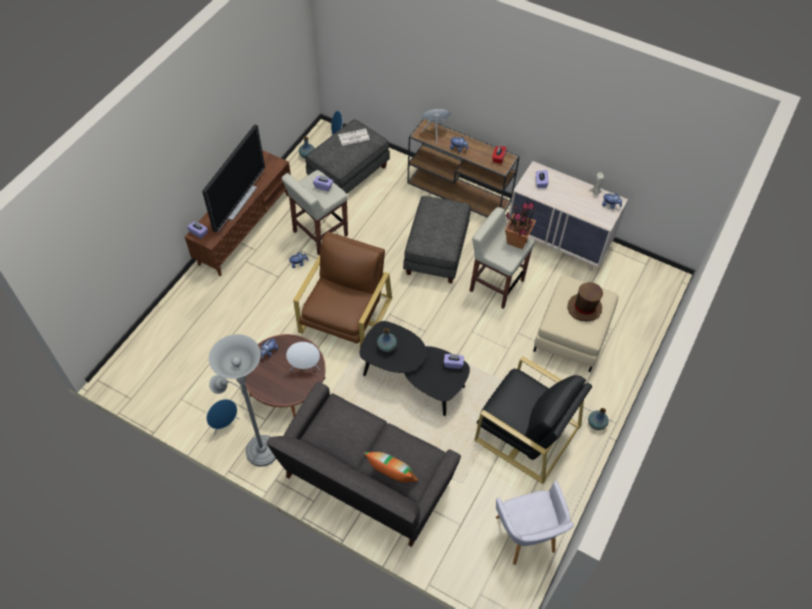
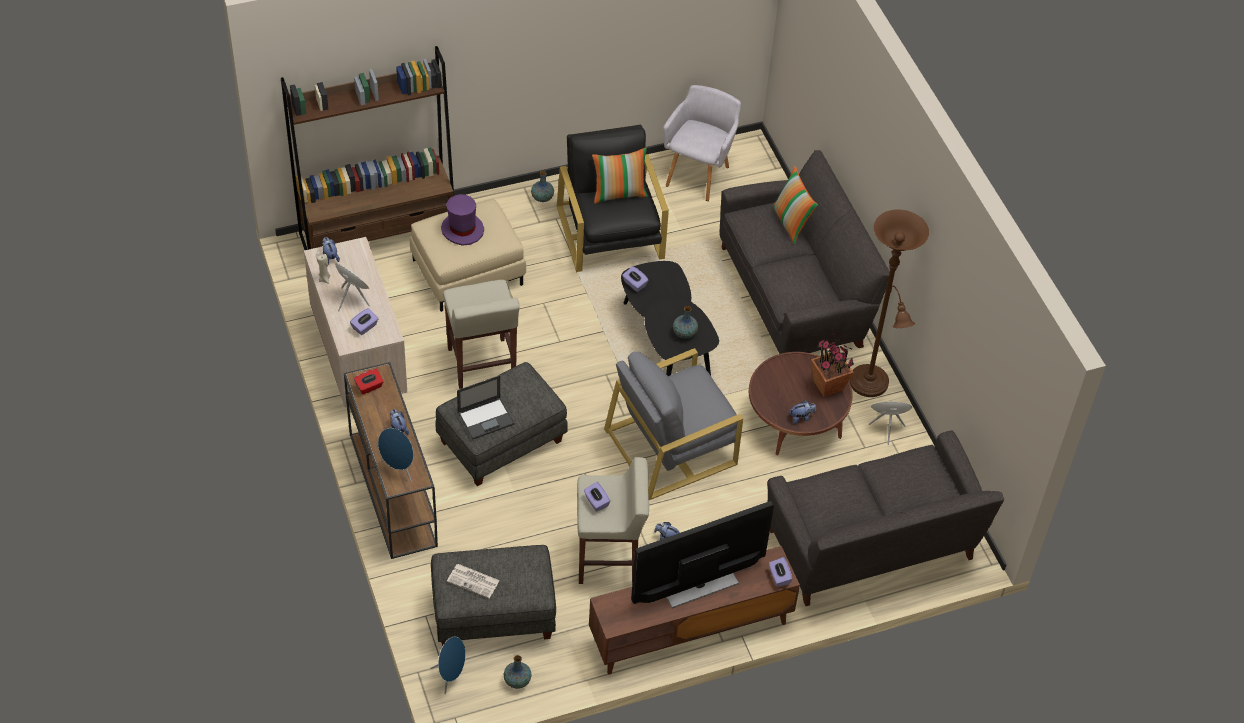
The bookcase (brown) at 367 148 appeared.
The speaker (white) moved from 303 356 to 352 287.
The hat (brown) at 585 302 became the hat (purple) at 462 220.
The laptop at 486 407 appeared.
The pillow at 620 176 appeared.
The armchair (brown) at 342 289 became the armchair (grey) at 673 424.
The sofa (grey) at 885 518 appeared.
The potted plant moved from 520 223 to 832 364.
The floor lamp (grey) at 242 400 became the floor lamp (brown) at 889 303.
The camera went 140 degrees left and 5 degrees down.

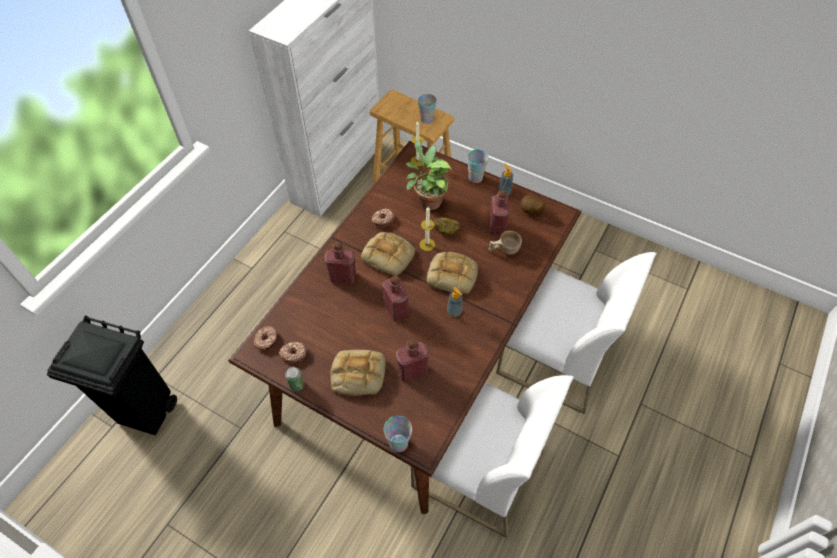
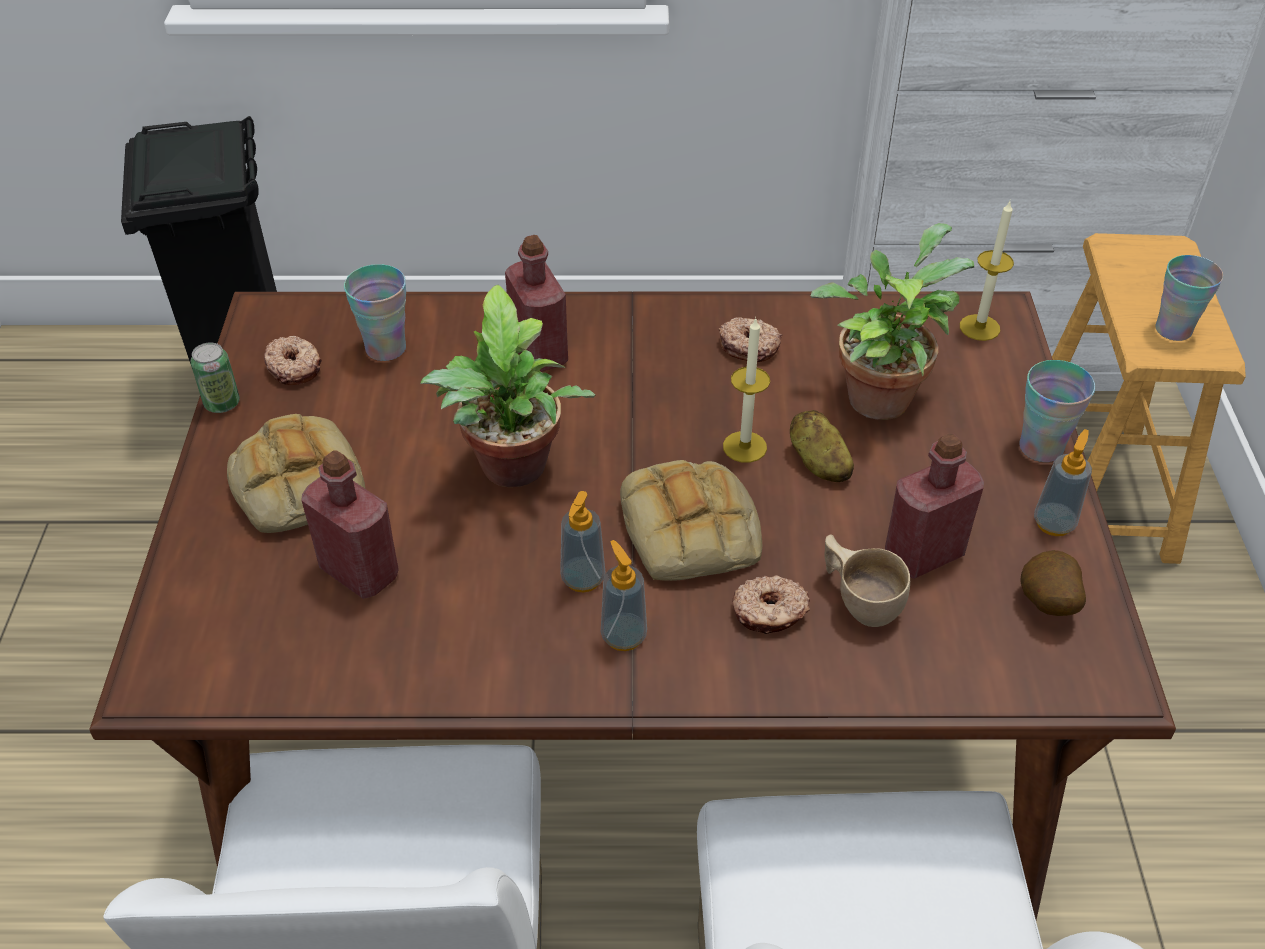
The cup moved from 398 434 to 375 312.
The bottle (red) at 395 298 was replaced by the potted plant at 508 386.
The soap dispenser at 624 595 appeared.
The donut moved from 265 338 to 771 604.
The bread at 388 254 disappeared.
The camera went 60 degrees right and 10 degrees down.

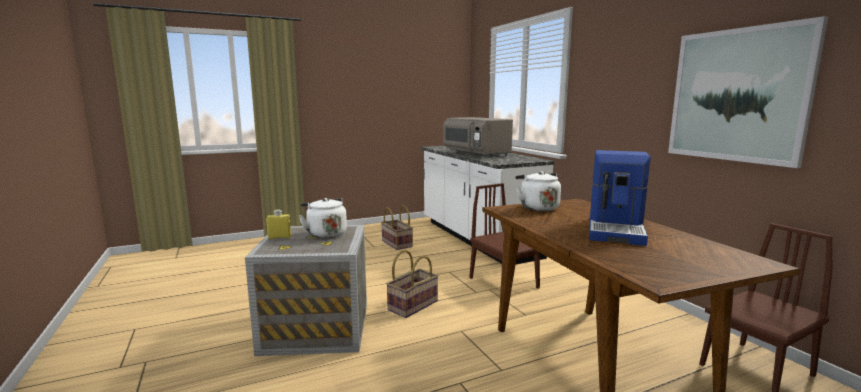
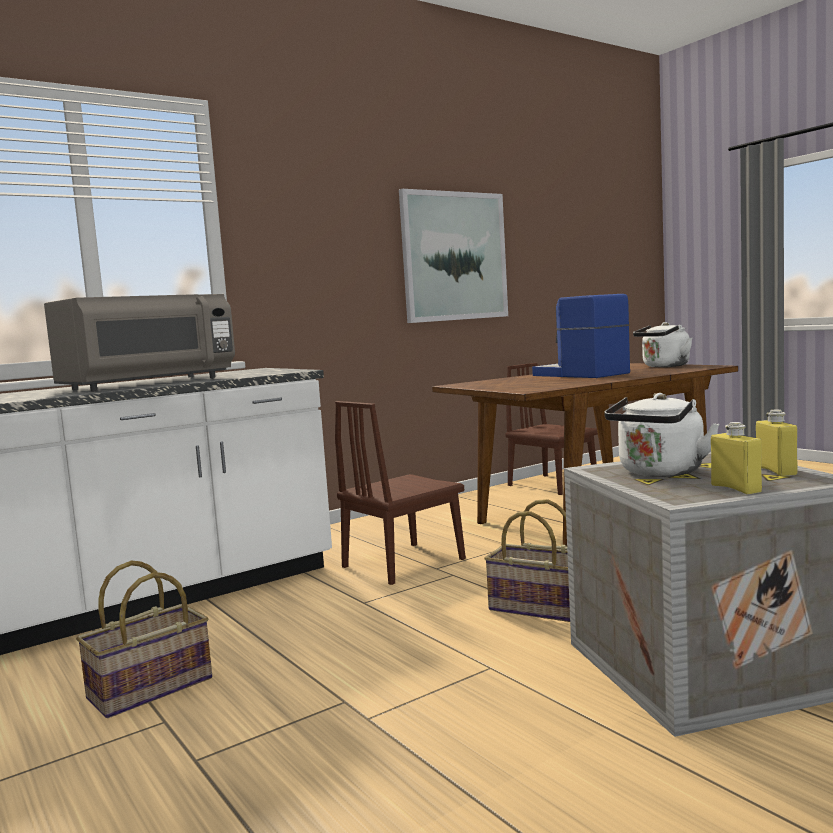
The coffee machine at 620 198 turned 135 degrees counterclockwise.
The kettle (white) moved from 538 191 to 662 344.
The bottle (yellow) at 777 443 appeared.
The camera went 100 degrees left and 5 degrees down.

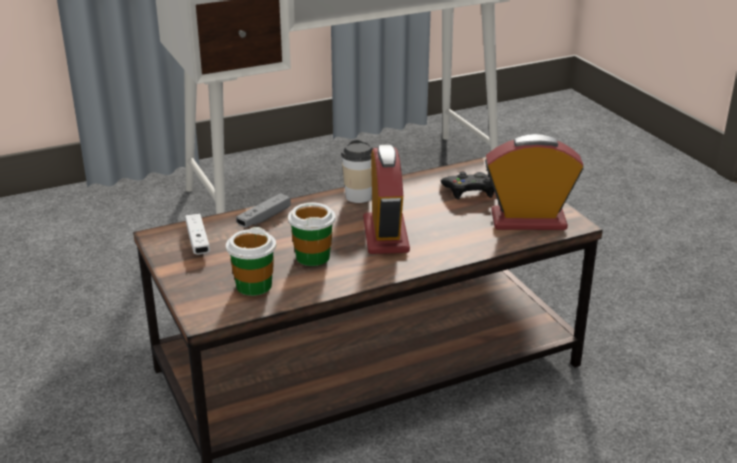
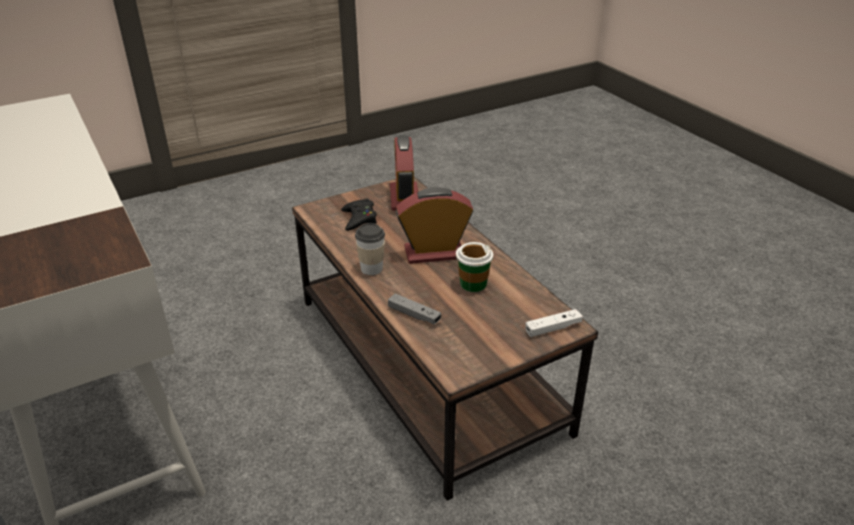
The game controller (white) moved from 197 234 to 554 323.
The cup at 251 261 disappeared.
The camera went 95 degrees left and 5 degrees up.

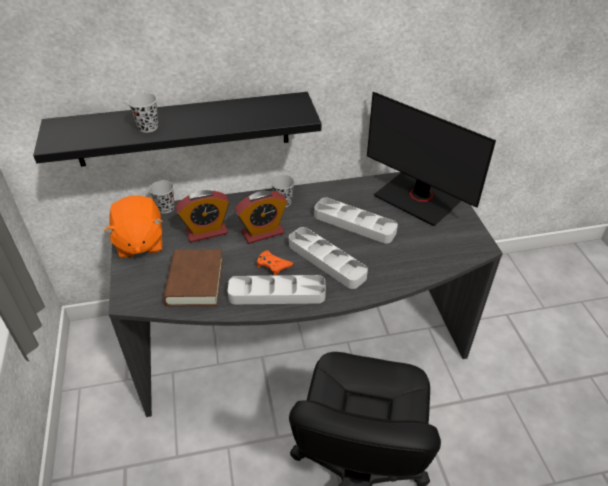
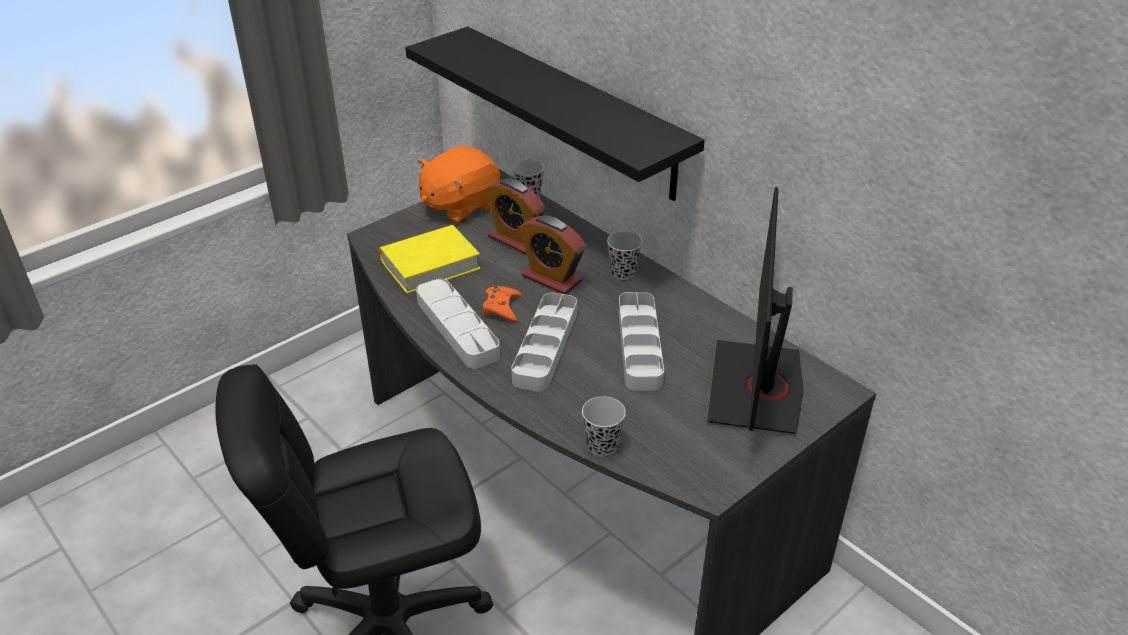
The book (brown) at 193 278 became the book (yellow) at 430 259.
The cup (black) moved from 143 113 to 604 426.
The camera went 60 degrees right and 5 degrees down.

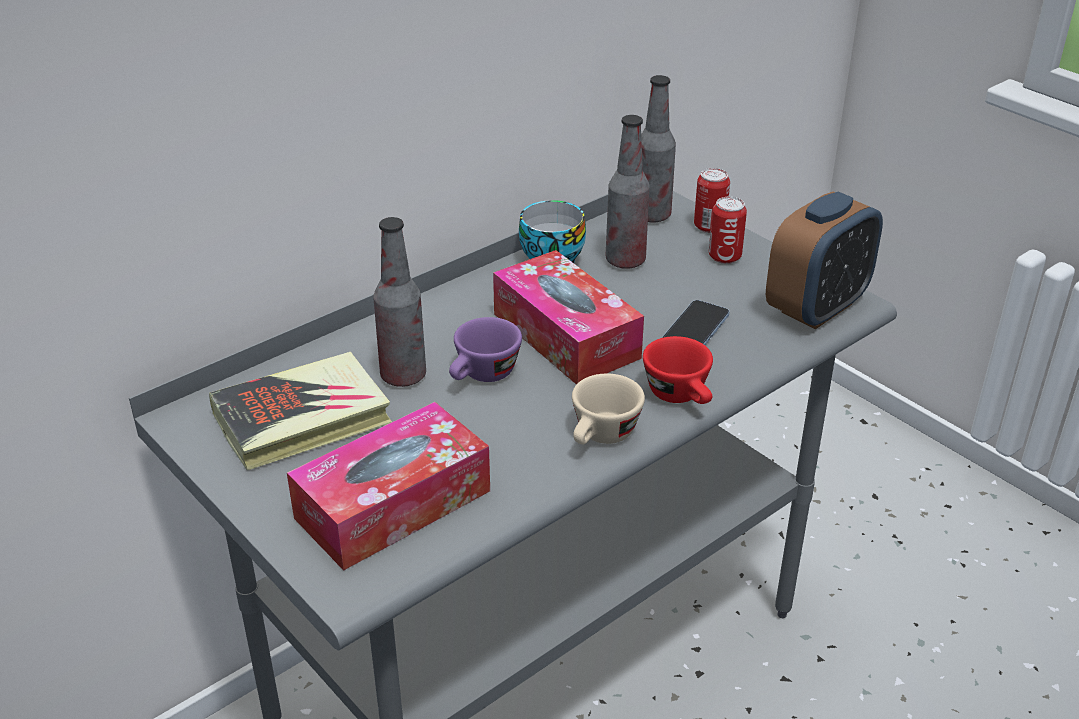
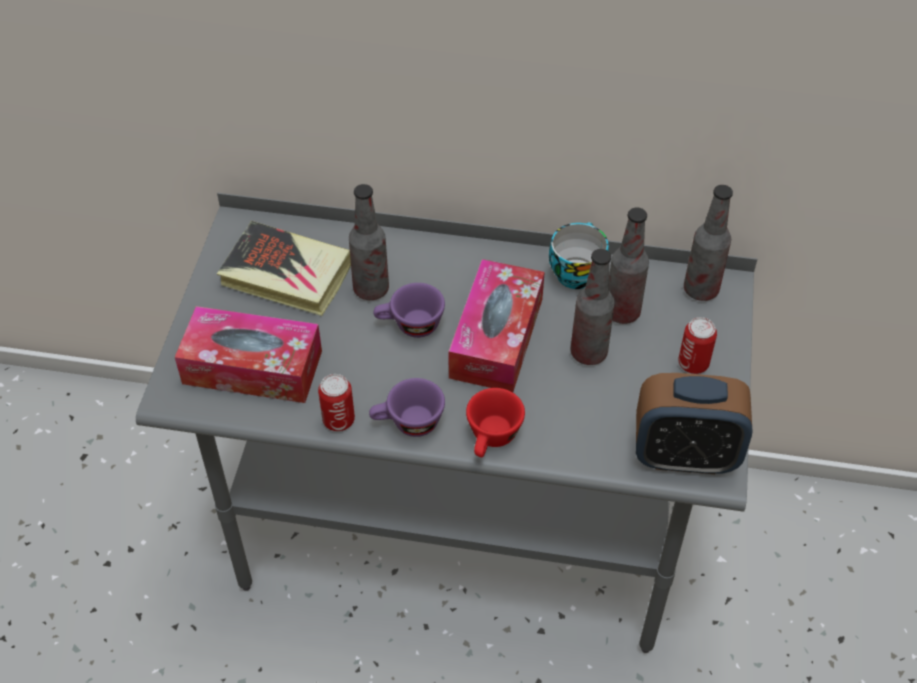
The can moved from 712 200 to 336 402.
The cup (beige) at 608 409 became the cup (purple) at 407 407.
The bottle at 593 307 appeared.
The phone at 695 322 disappeared.
The camera went 50 degrees right and 15 degrees up.

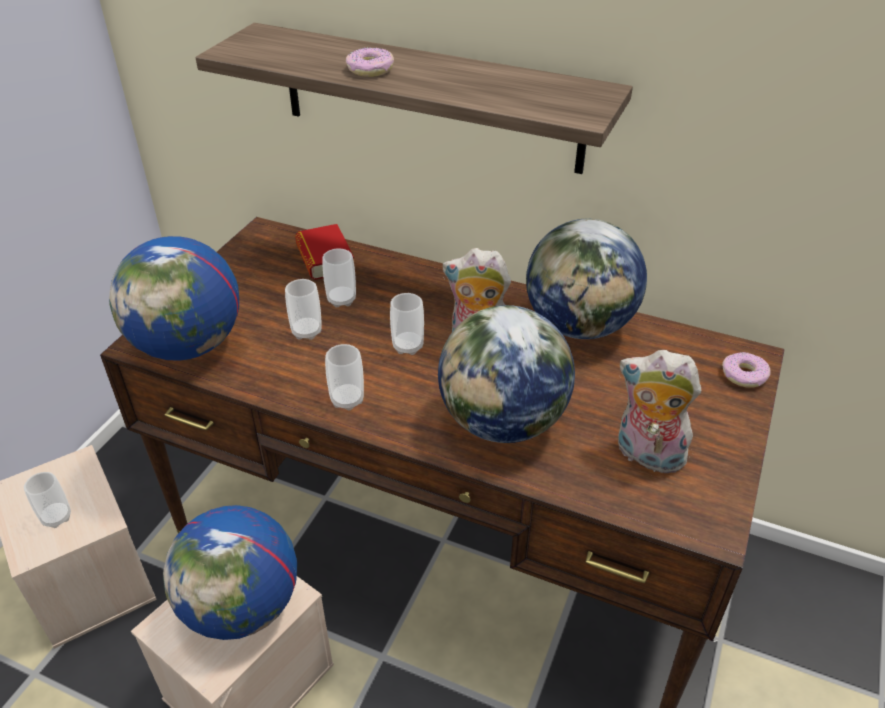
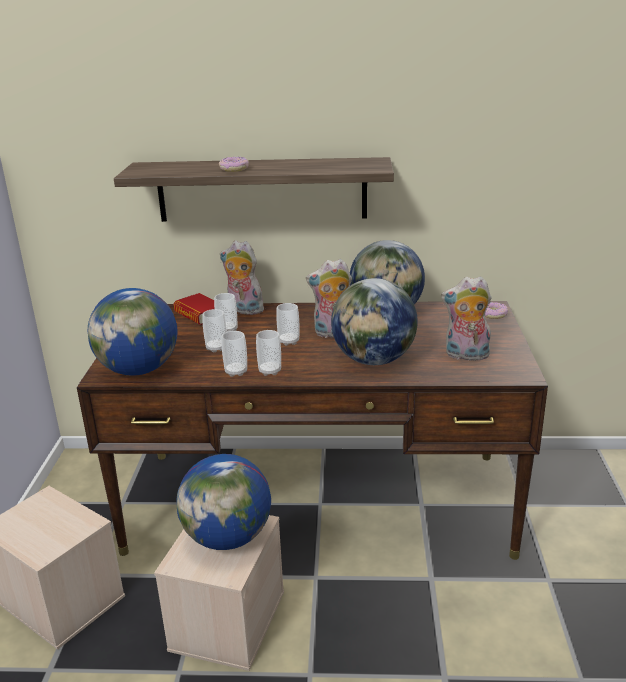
The plush toy at 243 277 appeared.
The cup moved from 47 500 to 234 354.
The camera went 20 degrees left and 15 degrees down.

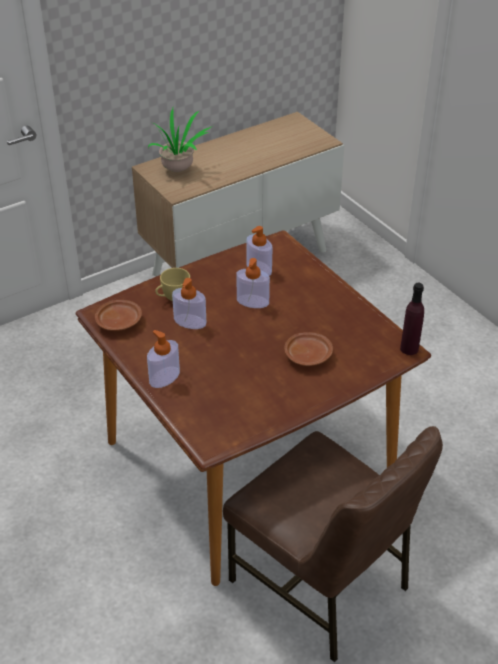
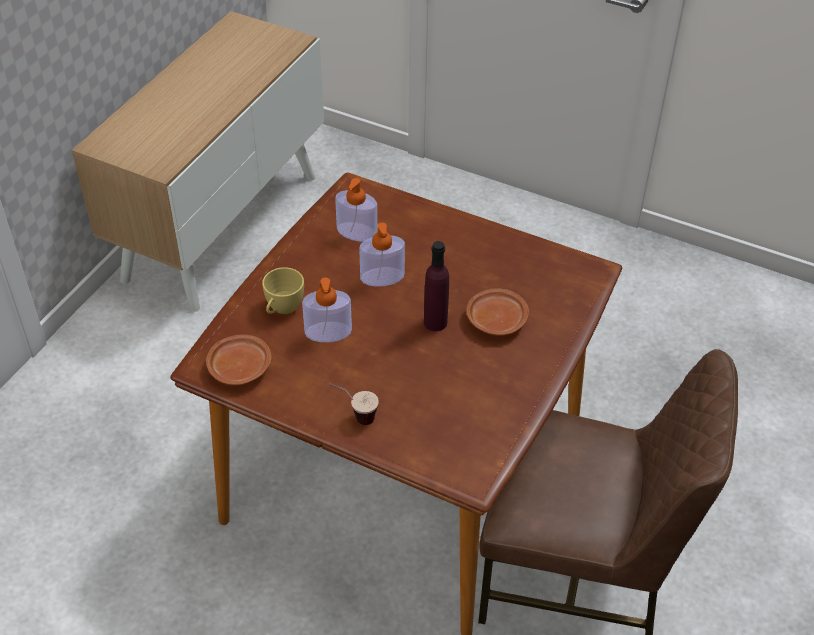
The soap dispenser at 163 359 was replaced by the cup at 353 404.
The bottle (purple) moved from 412 319 to 436 286.
The potted plant at 180 140 disappeared.
The camera went 30 degrees left and 5 degrees up.

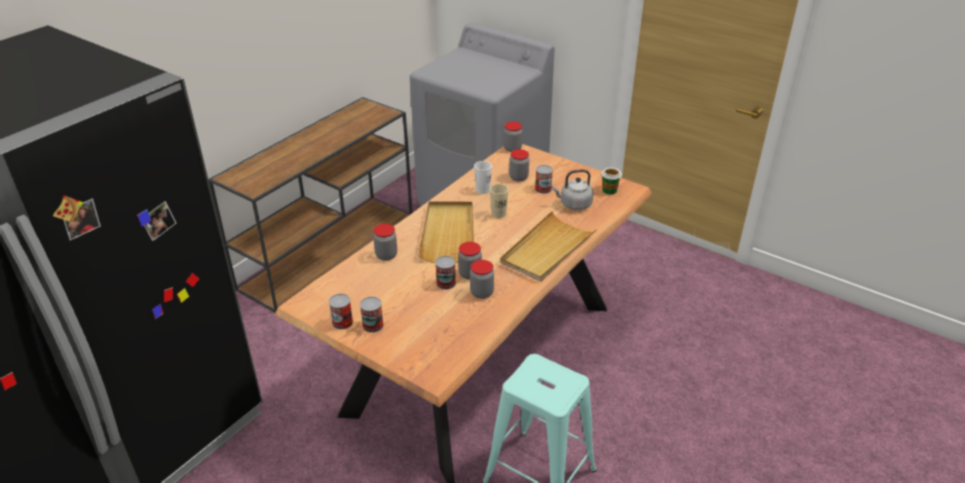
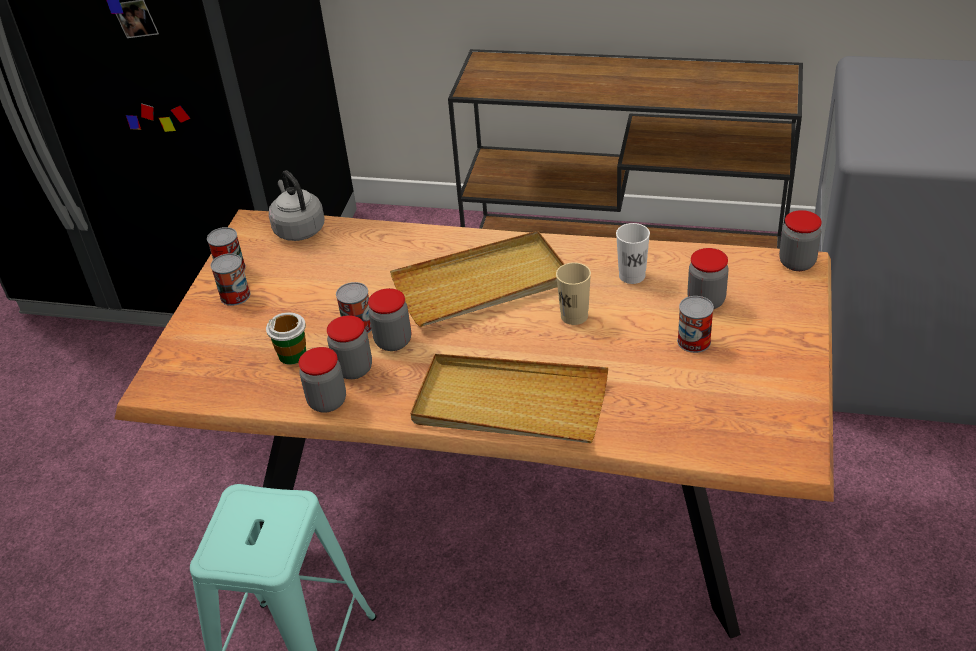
The cup moved from 611 181 to 286 338.
The kettle (grey) moved from 573 189 to 296 205.
The jar moved from 385 242 to 322 379.
The camera went 70 degrees right and 5 degrees up.

